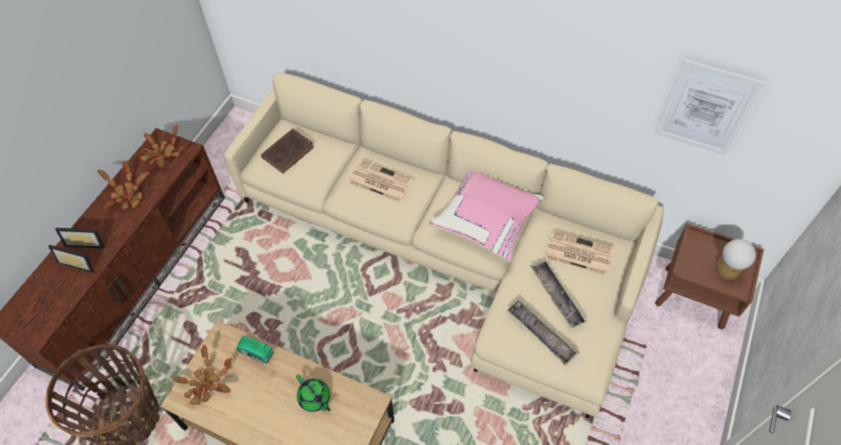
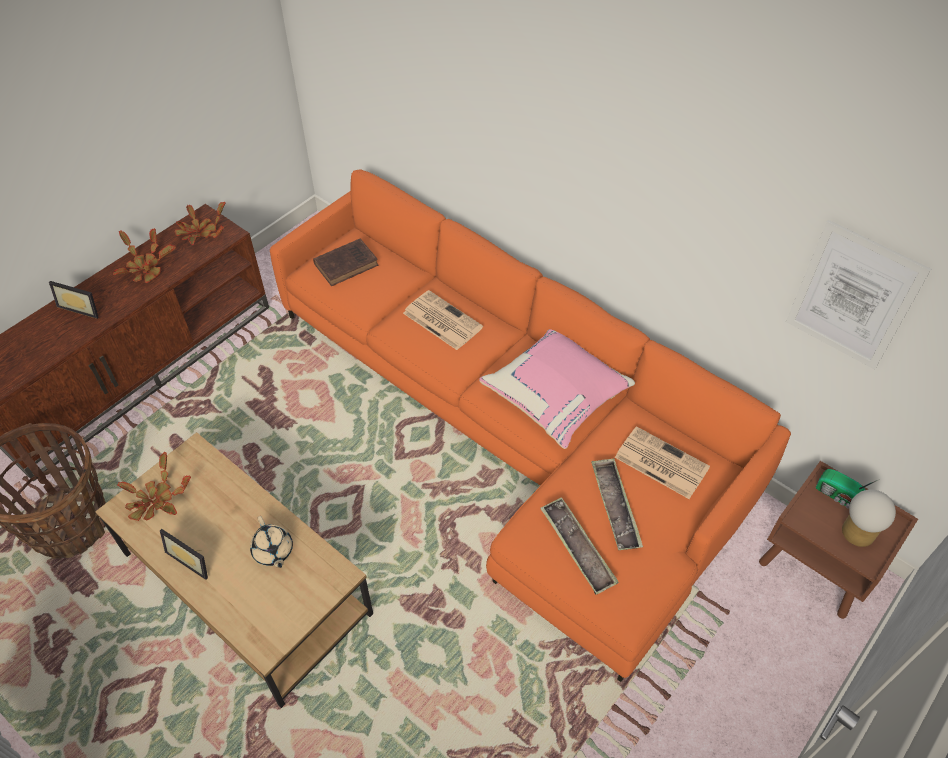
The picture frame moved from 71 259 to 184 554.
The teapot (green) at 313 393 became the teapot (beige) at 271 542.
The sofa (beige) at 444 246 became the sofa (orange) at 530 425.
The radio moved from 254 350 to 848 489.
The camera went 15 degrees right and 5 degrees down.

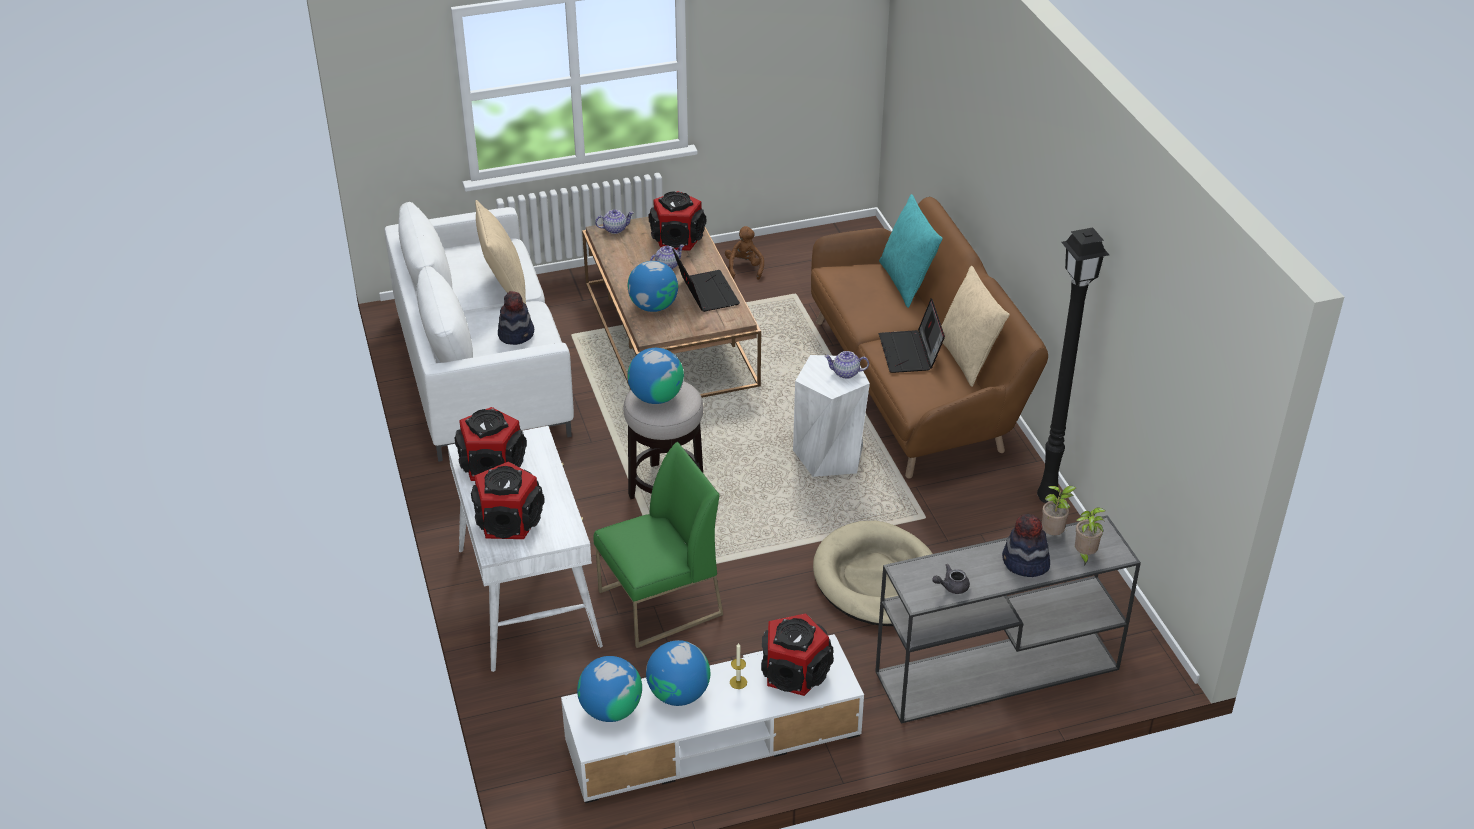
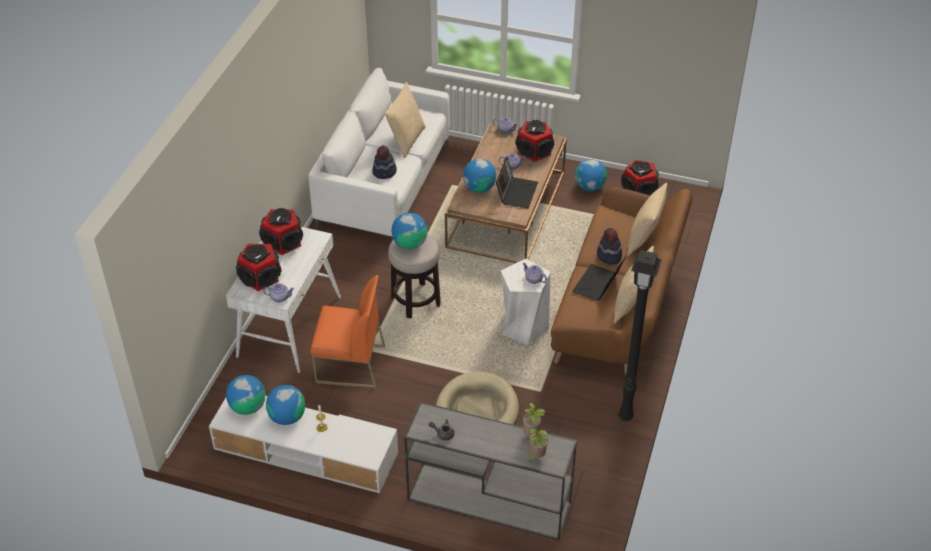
The teapot at 278 292 appeared.
The chair (green) at 658 545 became the chair (orange) at 348 332.
The plush toy (brown) at 744 253 was replaced by the globe at 591 175.
The hat moved from 1026 545 to 609 246.
The speaker moved from 797 654 to 640 178.
The pillow (turquoise) at 911 251 became the pillow (beige) at 647 219.
The camera went 35 degrees right and 5 degrees up.

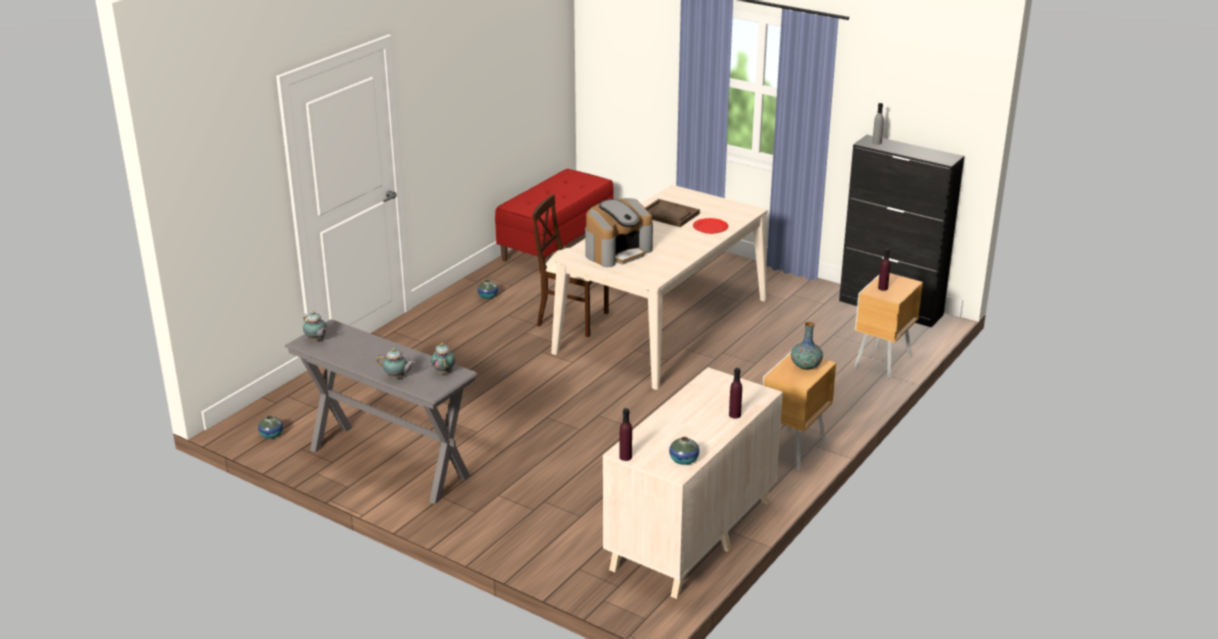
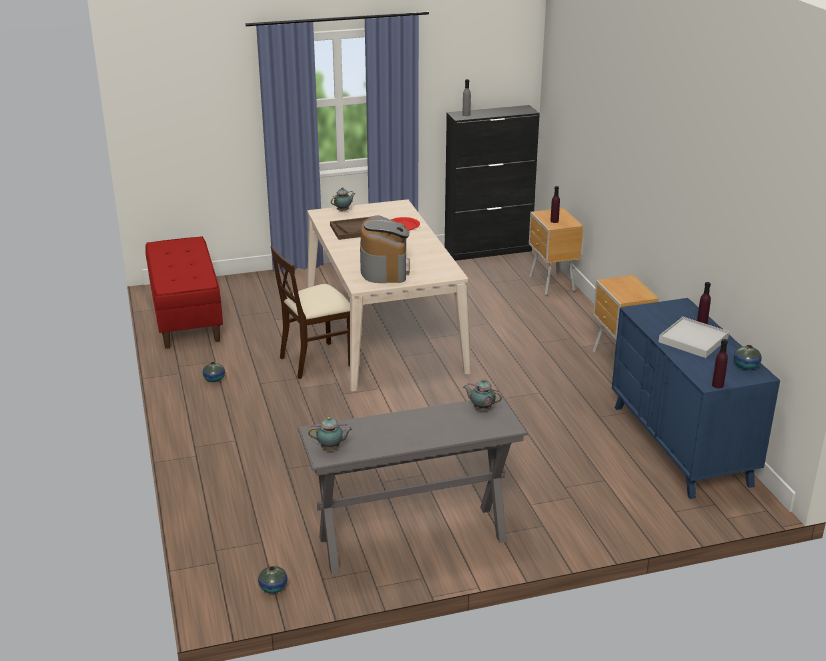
The teapot moved from 396 363 to 343 199.
The dresser (beige) at 693 483 became the dresser (blue) at 696 398.
The tray (white) at 694 337 appeared.
The vase at 807 346 disappeared.
The camera went 50 degrees left and 0 degrees up.

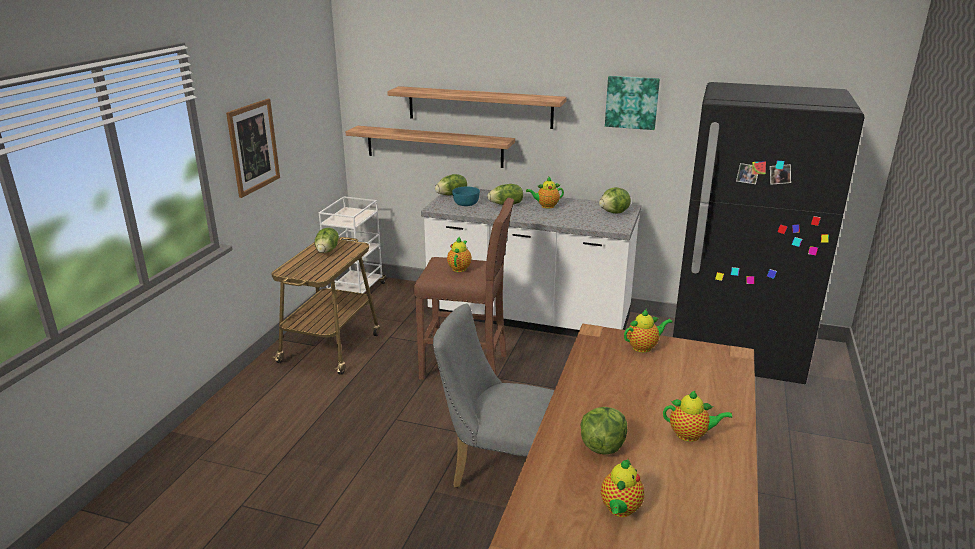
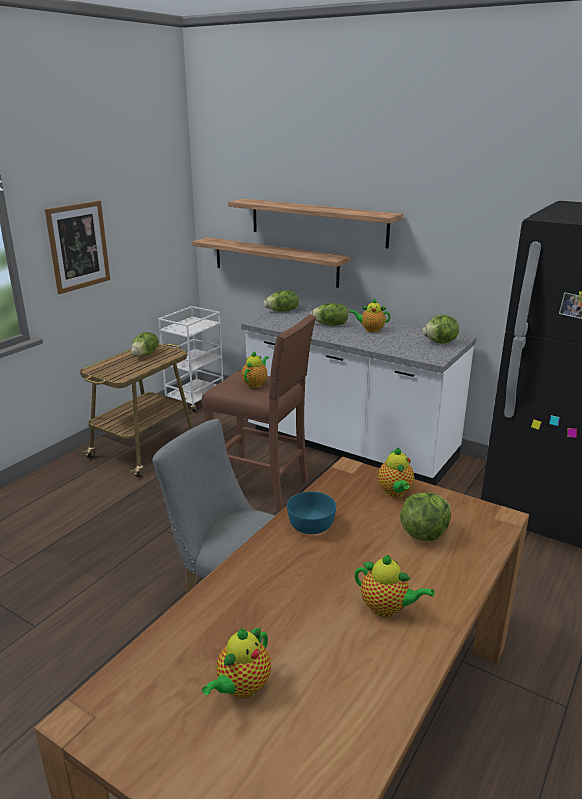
The bowl (turquoise) moved from 466 196 to 311 512.
The teapot at 648 331 turned 90 degrees clockwise.
The lettuce moved from 604 431 to 425 516.
The picture at 632 103 disappeared.
The camera went 15 degrees right and 0 degrees up.

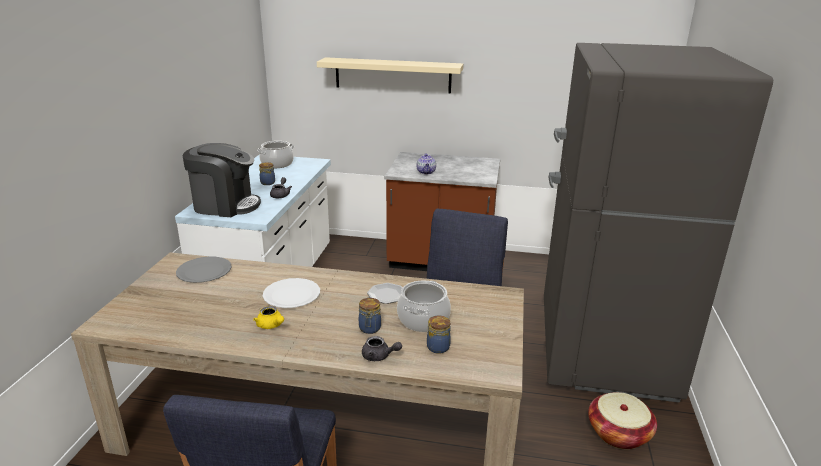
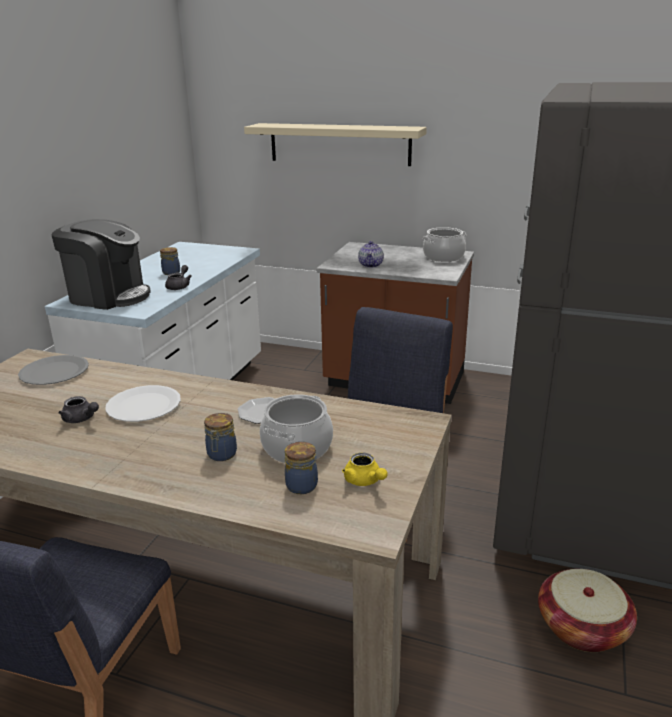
The teapot (grey) moved from 382 348 to 78 409.
The teapot (yellow) moved from 268 317 to 364 469.
The cooking pot moved from 275 154 to 445 244.
The camera went 10 degrees right and 0 degrees up.

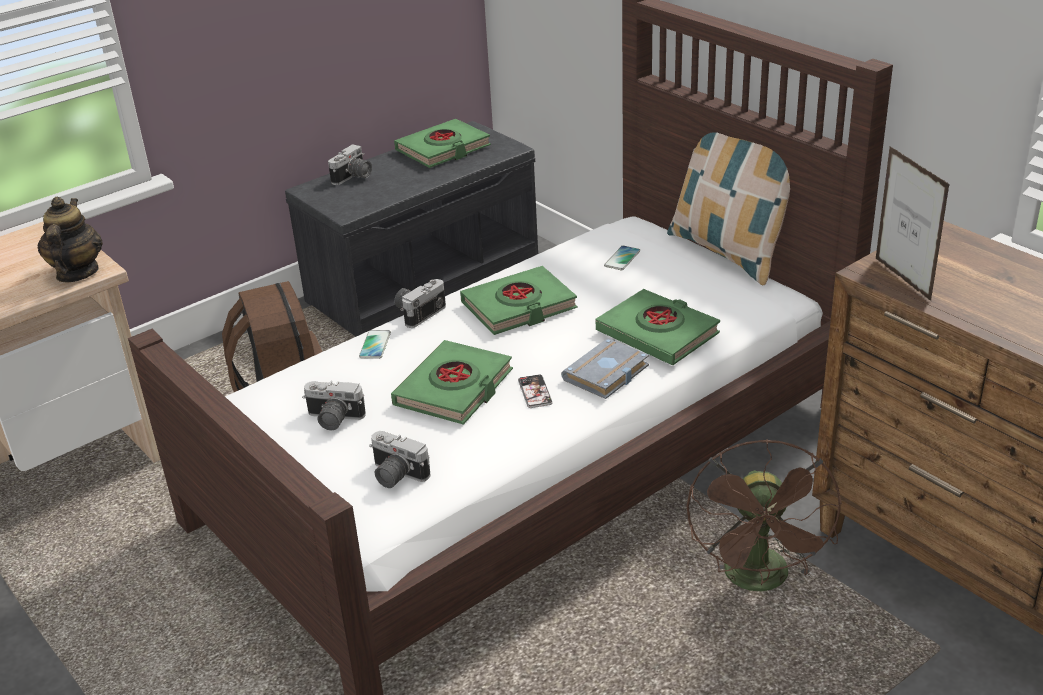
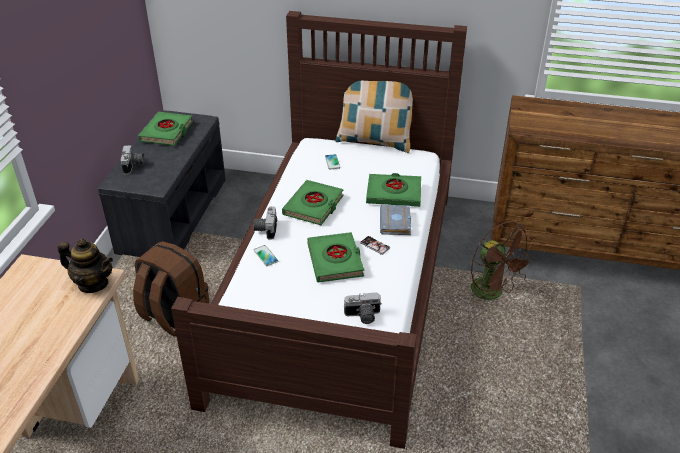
The teapot at 70 239 turned 150 degrees clockwise.
The photo camera at 334 405 disappeared.
The picture frame at 913 223 disappeared.
The camera went 40 degrees left and 5 degrees up.

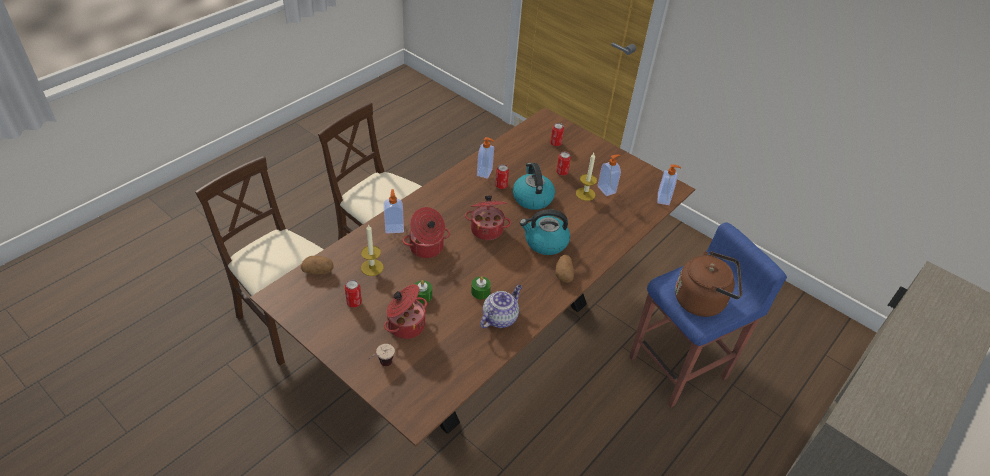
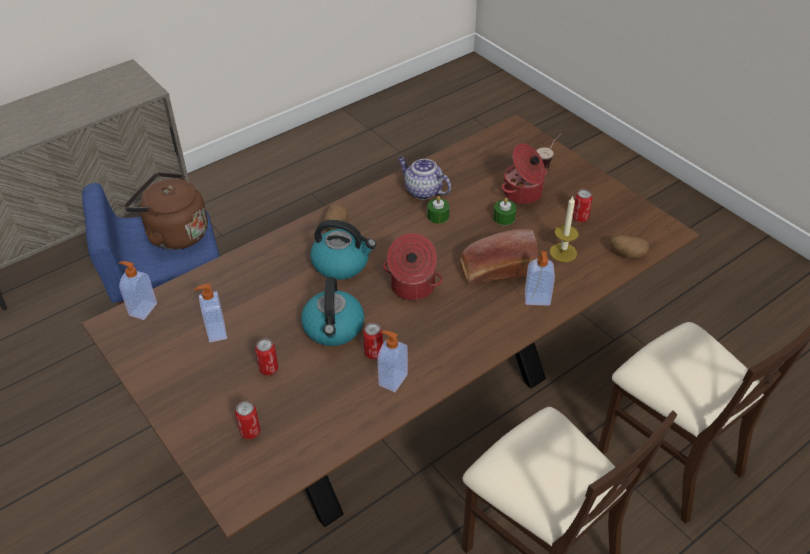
The teapot at 501 306 turned 75 degrees clockwise.
The cooking pot at 426 232 was replaced by the bread at 499 256.
The candle at 586 177 disappeared.
The camera went 165 degrees left and 0 degrees up.

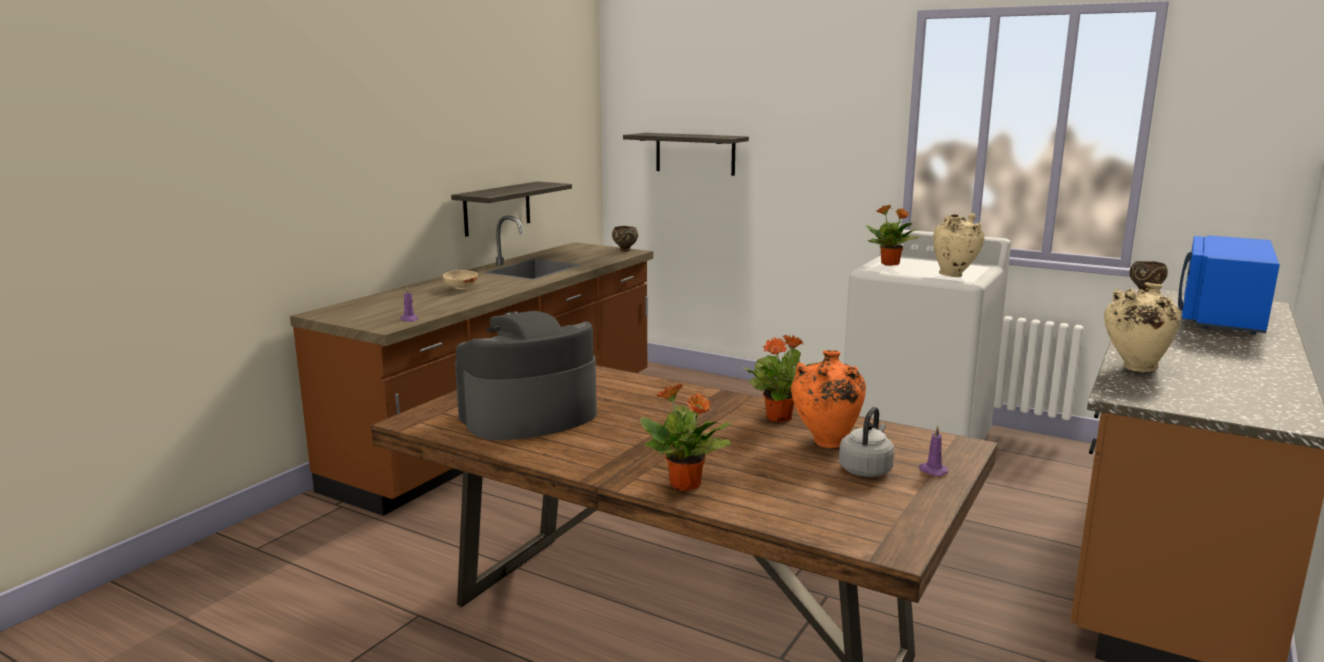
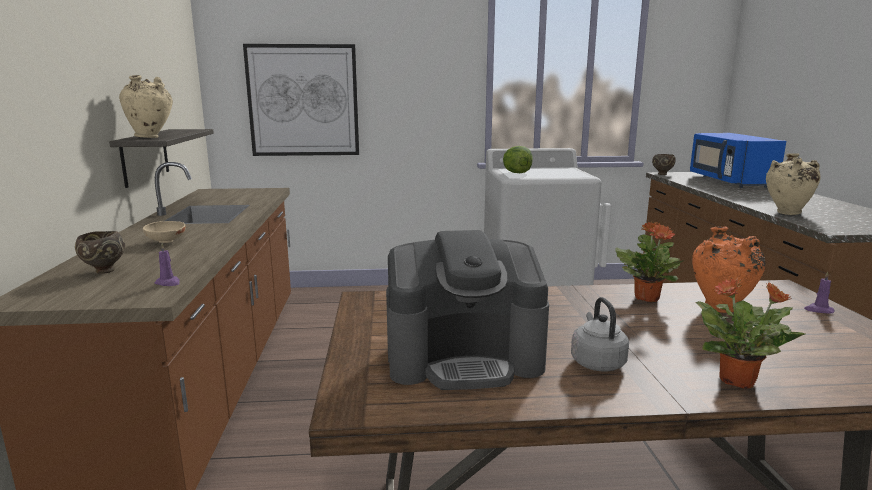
The bowl (brown) moved from 625 238 to 100 252.
The vase (beige) moved from 959 245 to 146 106.
The shelf at 686 154 was replaced by the picture at 301 100.
The coffee machine at 526 375 turned 120 degrees counterclockwise.
The potted plant at 892 235 was replaced by the lettuce at 518 159.
The kettle (grey) moved from 867 442 to 600 334.
The camera went 35 degrees left and 0 degrees up.

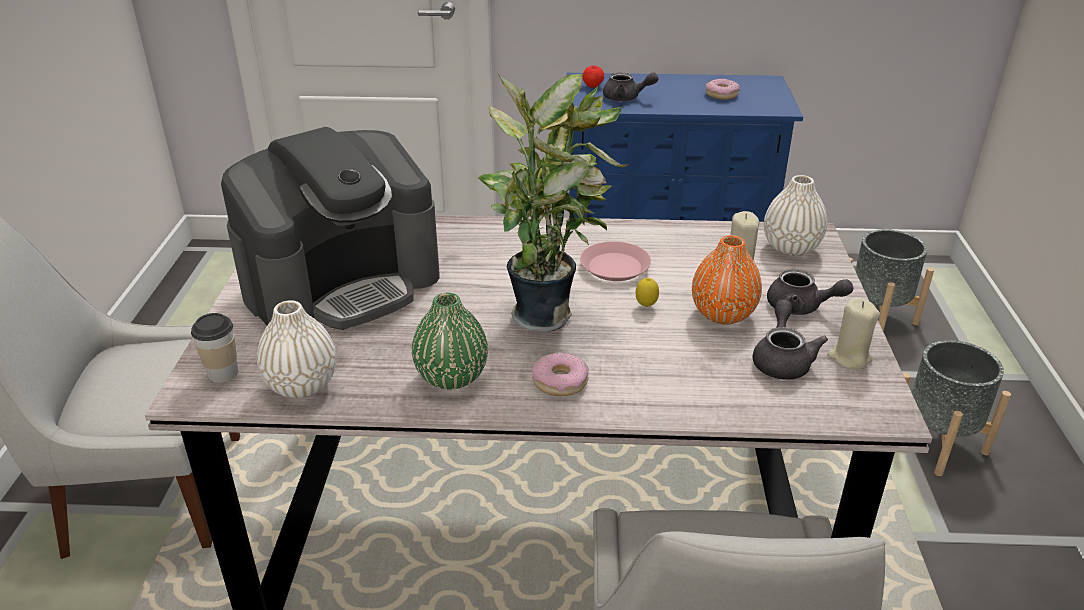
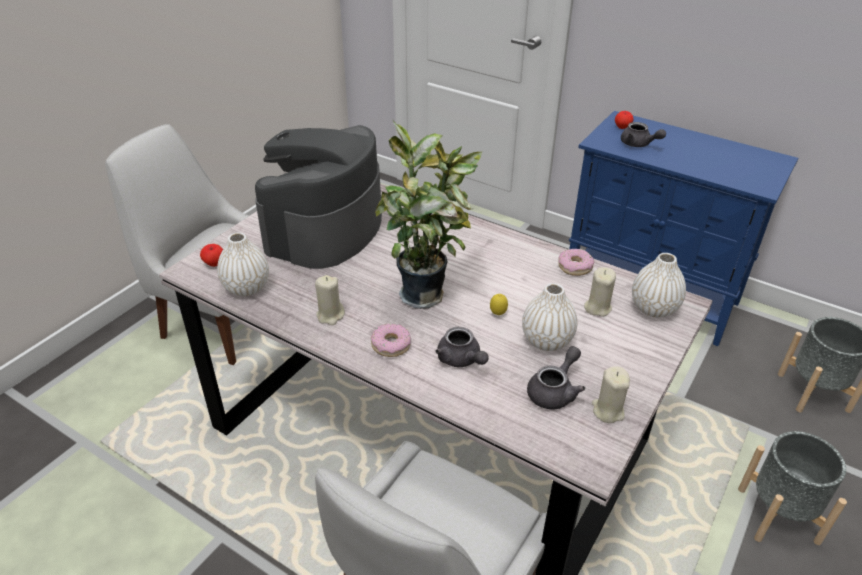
The cup at 214 348 was replaced by the apple at 211 255.
The coffee machine at 330 228 turned 120 degrees clockwise.
The vase (green) at 450 341 was replaced by the candle (beige) at 330 300.
The teapot (grey) moved from 810 292 to 462 347.
The vase (orange) at 727 279 became the vase (white) at 549 317.
The donut moved from 723 89 to 576 262.
The plate (pink) at 615 261 disappeared.
The camera went 30 degrees right and 5 degrees up.

